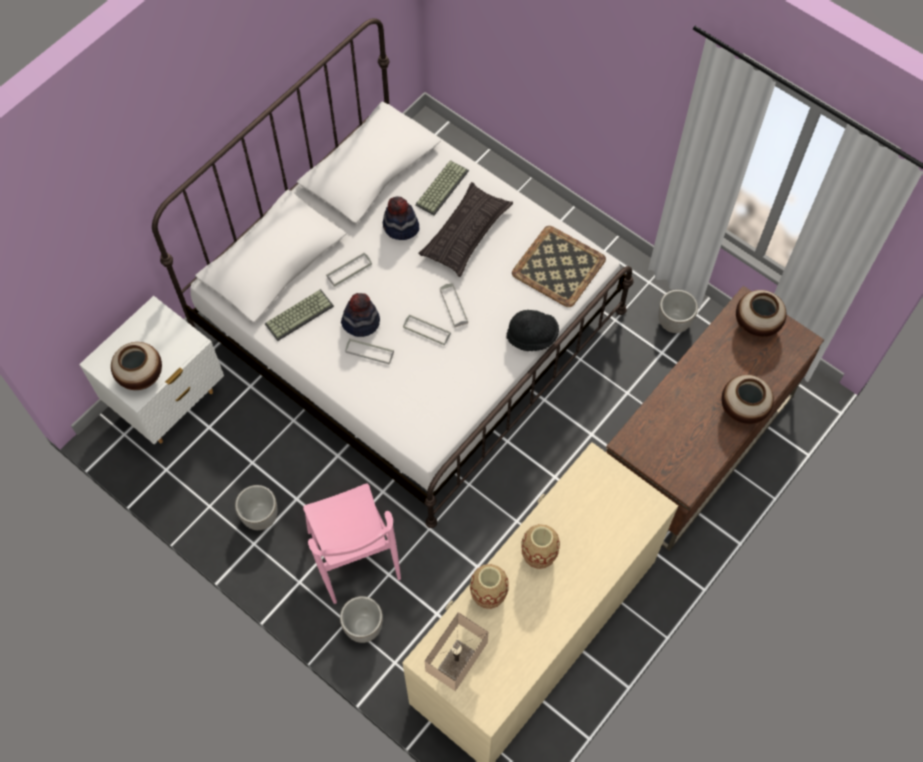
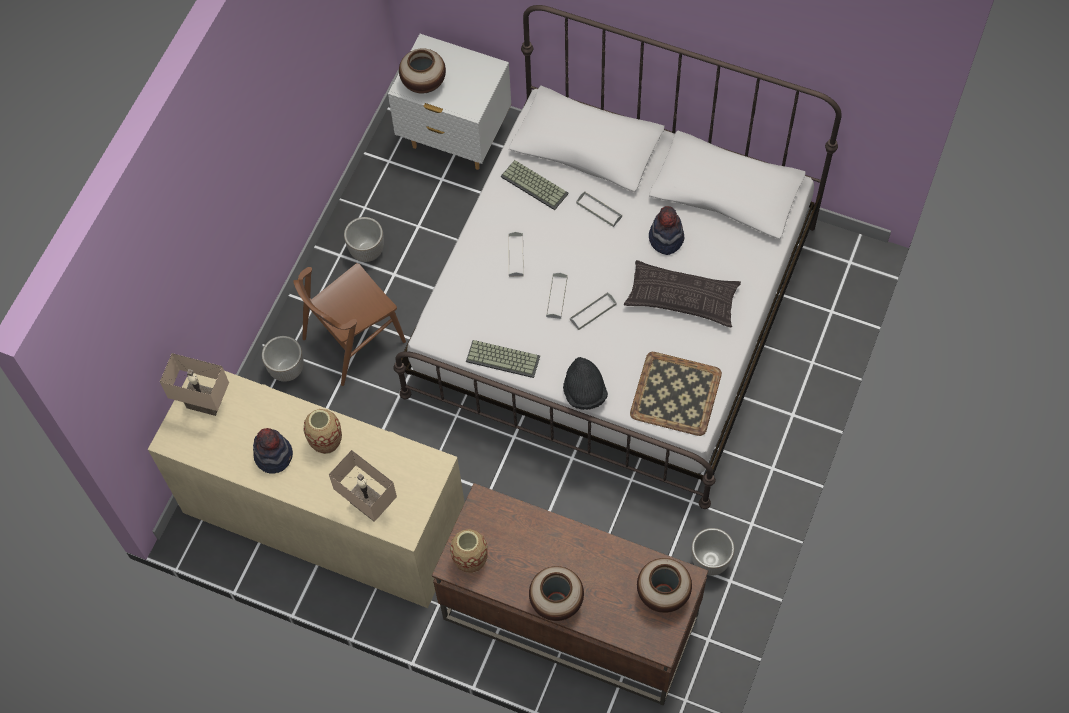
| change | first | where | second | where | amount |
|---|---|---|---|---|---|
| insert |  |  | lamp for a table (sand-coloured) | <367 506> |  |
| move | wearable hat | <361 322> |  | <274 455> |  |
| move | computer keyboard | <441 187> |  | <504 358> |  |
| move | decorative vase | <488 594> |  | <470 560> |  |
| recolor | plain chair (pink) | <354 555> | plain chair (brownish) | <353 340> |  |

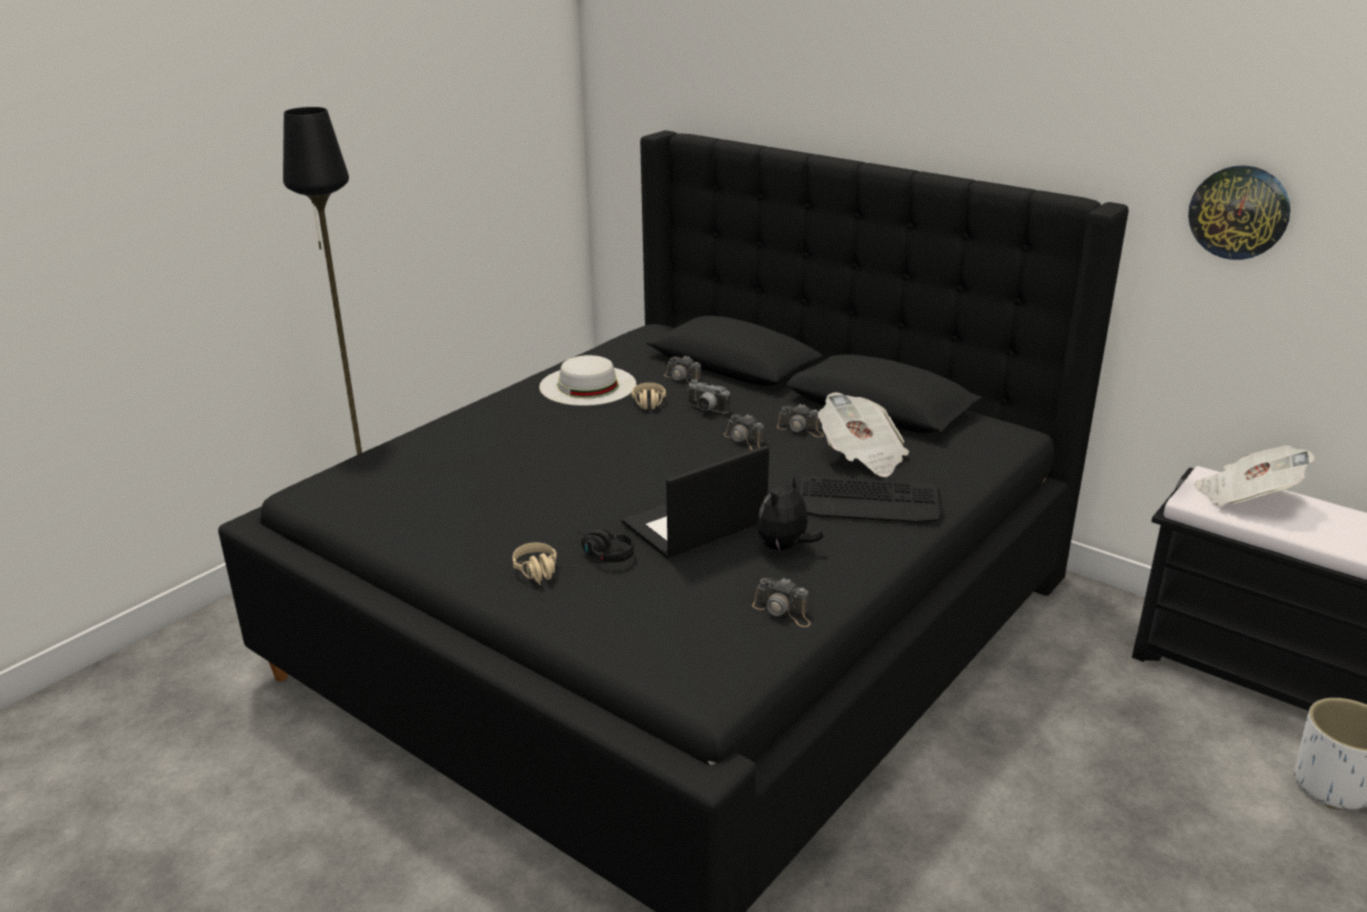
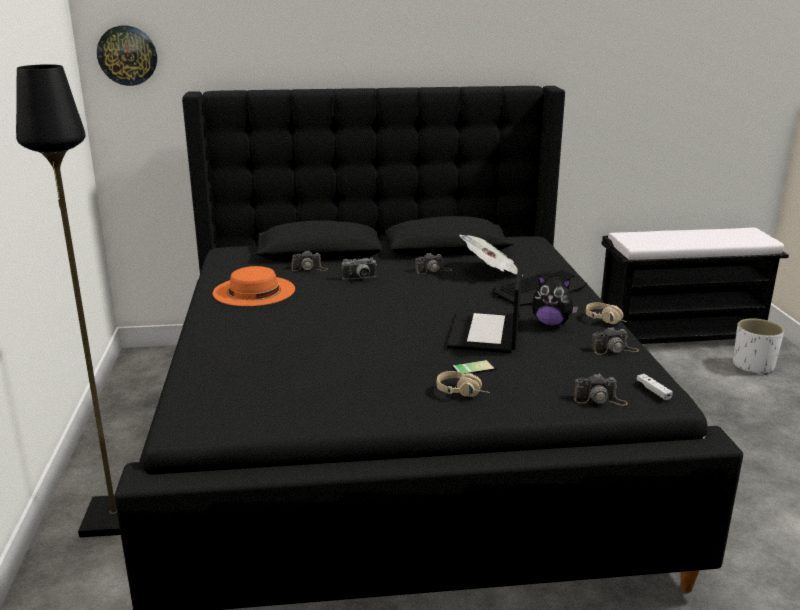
| change | first | where | second | where | amount |
|---|---|---|---|---|---|
| delete | newspaper | <1245 497> |  |  |  |
| insert |  |  | joypad (white) | <653 391> |  |
| move | headphones (sand-coloured) | <649 405> |  | <607 320> |  |
| move | still camera | <745 440> |  | <599 399> |  |
| move | clock on the wall | <1239 212> |  | <127 55> |  |
| replace | headphones (black-coloured) | <602 554> | phone | <473 367> |  |
| recolor | wearable hat (white) | <588 385> | wearable hat (orangey) | <254 291> |  |
| rotate | plush toy | <784 547> |  | <551 323> | 60 degrees counterclockwise |

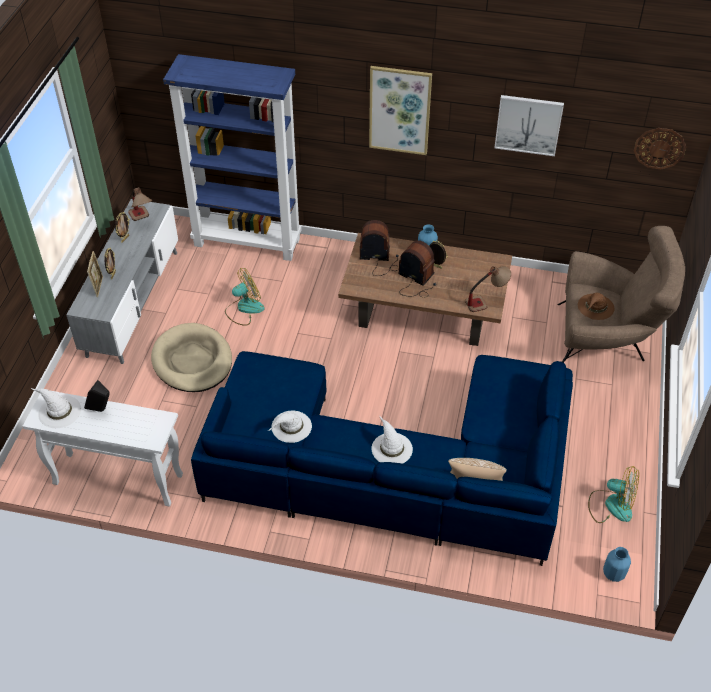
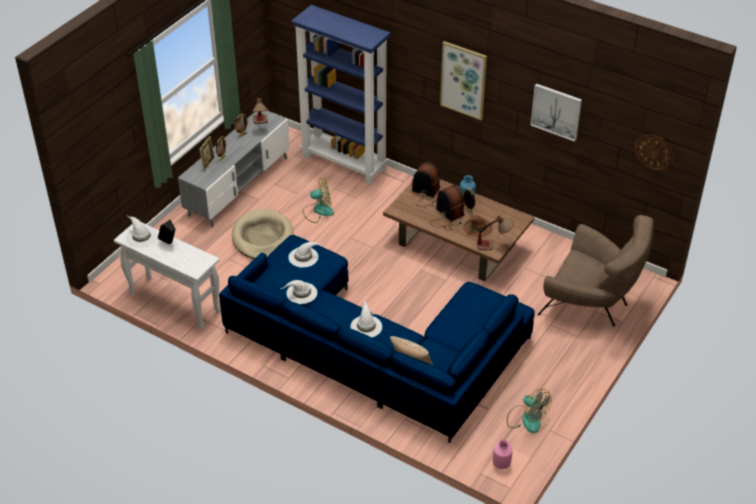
| change | first | where | second | where | amount |
|---|---|---|---|---|---|
| insert |  |  | wearable hat (white) | <304 257> |  |
| move | wearable hat (brownish) | <595 307> |  | <477 228> |  |
| recolor | decorative vase (blue-coloured) | <613 574> | decorative vase (pink) | <501 464> |  |

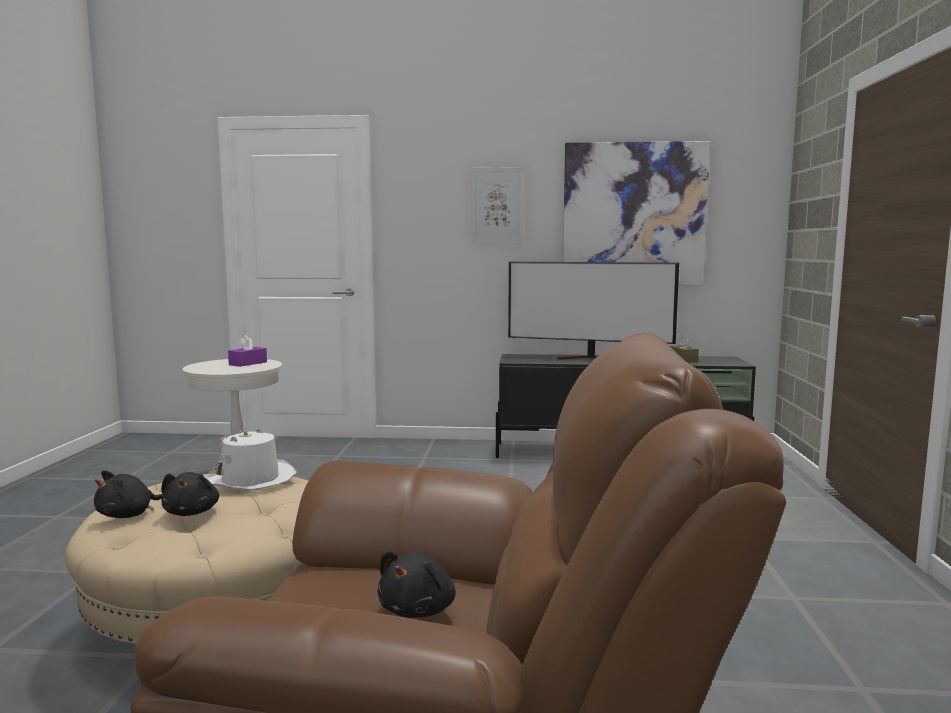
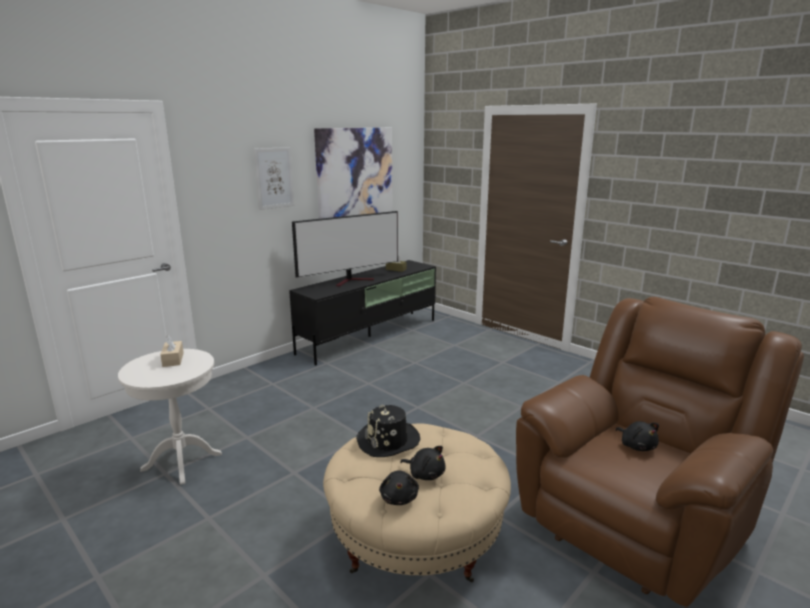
| change | first | where | second | where | amount |
|---|---|---|---|---|---|
| recolor | wearable hat (white) | <251 480> | wearable hat (black-coloured) | <388 441> |  |
| recolor | tissue box (purplish) | <248 363> | tissue box (sand-coloured) | <173 359> |  |

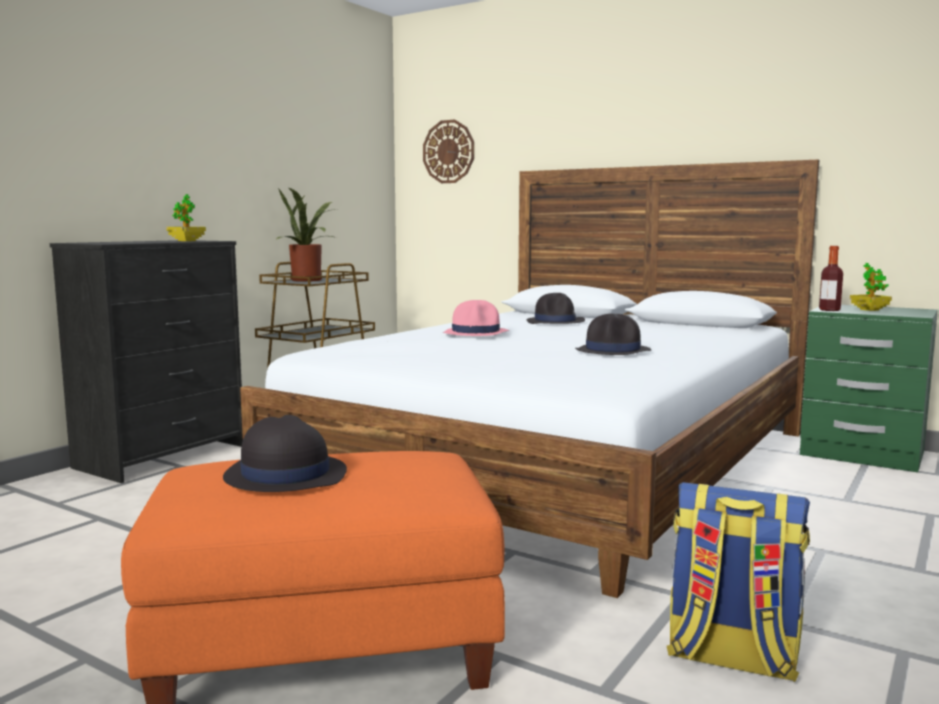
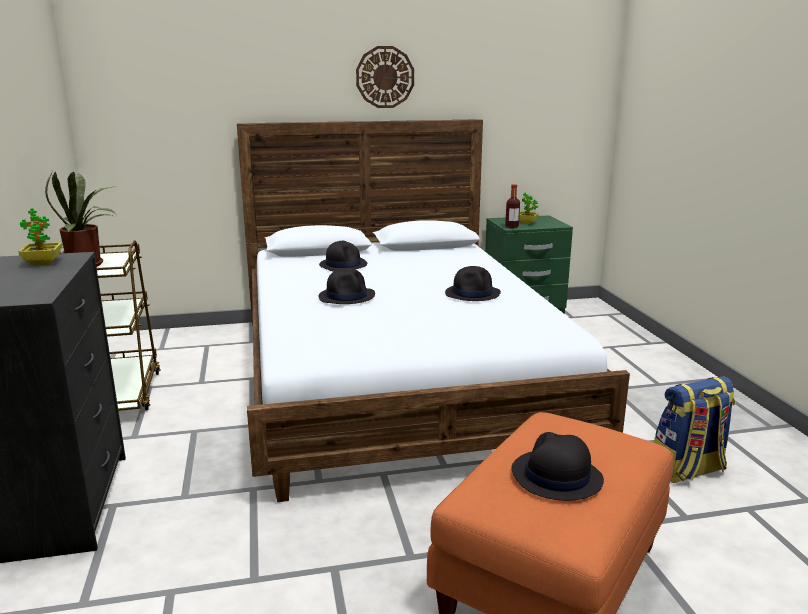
| change | first | where | second | where | amount |
|---|---|---|---|---|---|
| move | clock on the wall | <448 151> |  | <385 77> |  |
| recolor | wearable hat (pink) | <476 333> | wearable hat (black-coloured) | <347 296> |  |

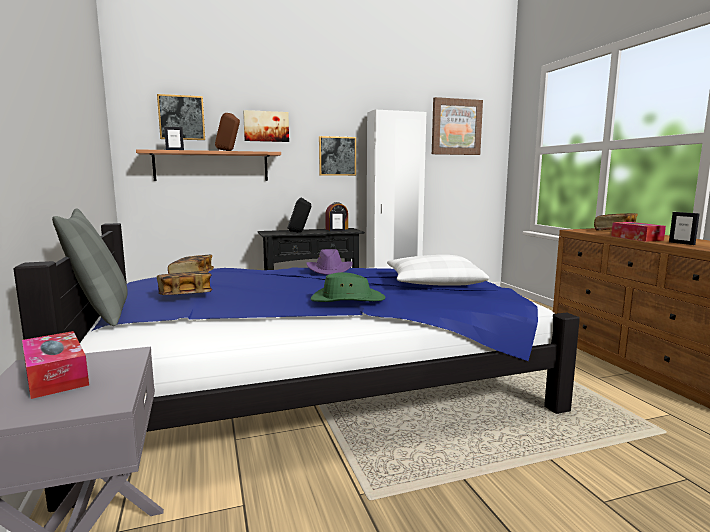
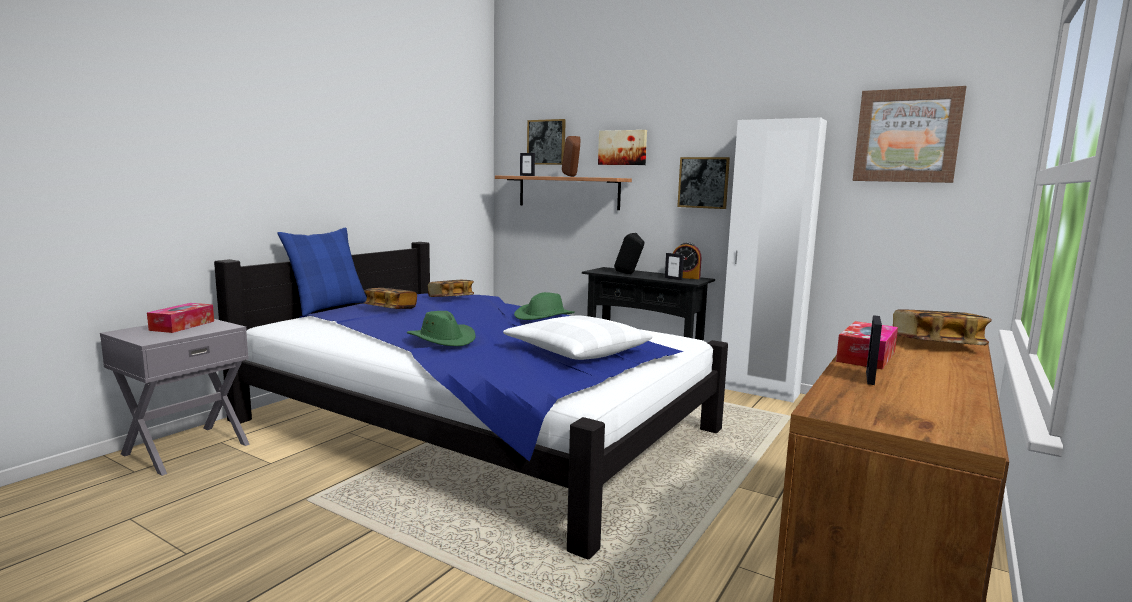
| change | first | where | second | where | amount |
|---|---|---|---|---|---|
| recolor | pillow (gray) | <101 312> | pillow (blue-coloured) | <328 307> |  |
| recolor | wearable hat (purplish) | <329 270> | wearable hat (green) | <544 316> |  |

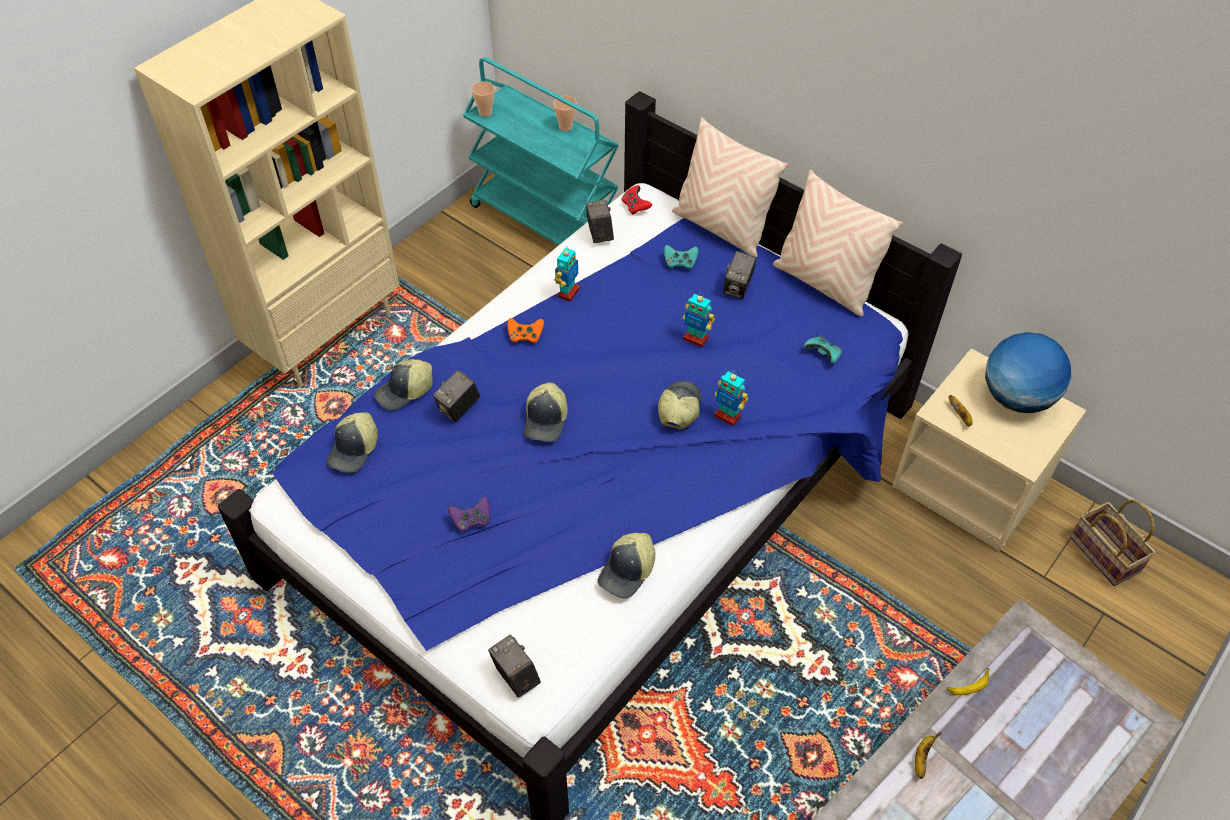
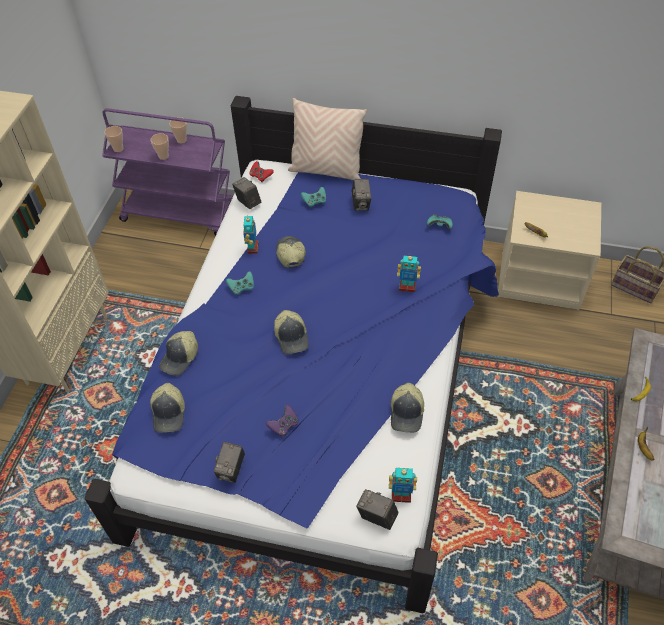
| change | first | where | second | where | amount |
|---|---|---|---|---|---|
| delete | pillow (sand-coloured) | <824 283> |  |  |  |
| delete | world globe | <1016 398> |  |  |  |
| insert |  |  | small cup | <163 156> |  |
| move | still camera | <459 408> |  | <231 470> |  |
| move | peaked cap | <678 408> |  | <290 254> |  |
| move | robot figure | <696 338> |  | <401 495> |  |
| recolor | trolley (turquoise) | <545 221> | trolley (purplish) | <180 213> |  |
| recolor | joypad (orangey) | <525 336> | joypad (turquoise) | <241 288> |  |

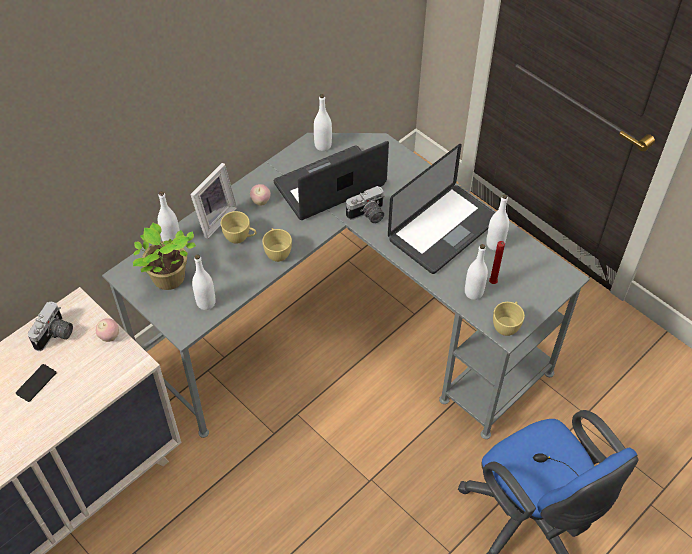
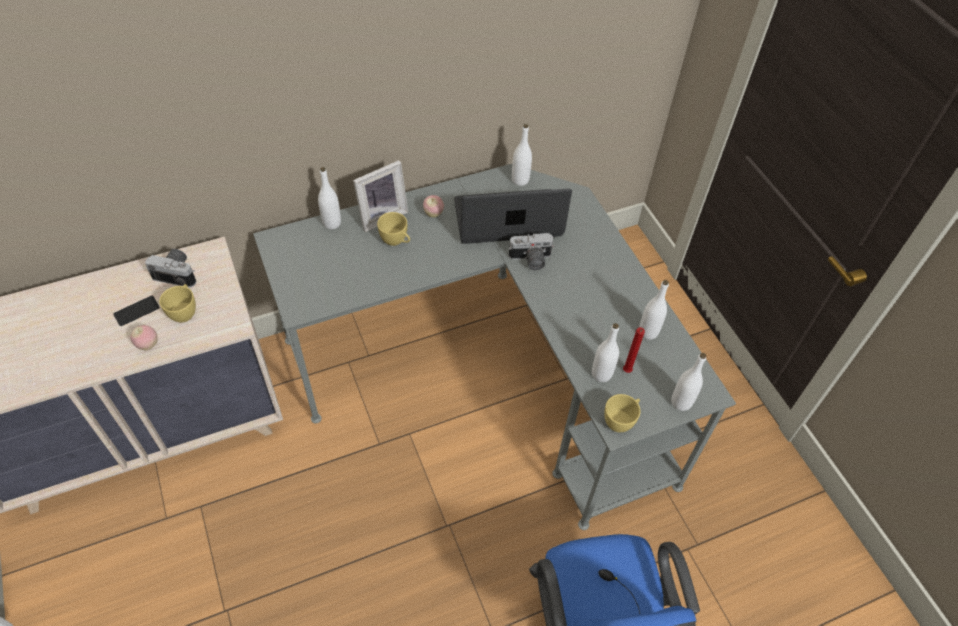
| change | first | where | second | where | amount |
|---|---|---|---|---|---|
| delete | houseplant | <168 280> |  |  |  |
| delete | portable computer | <443 230> |  |  |  |
| move | apple | <109 336> |  | <148 345> |  |
| move | drink bottle (white) | <206 303> |  | <681 402> |  |
| move | small cup (yellow-coloured) | <277 252> |  | <184 311> |  |
| rotate | still camera | <55 335> |  | <178 273> | 120 degrees counterclockwise |

